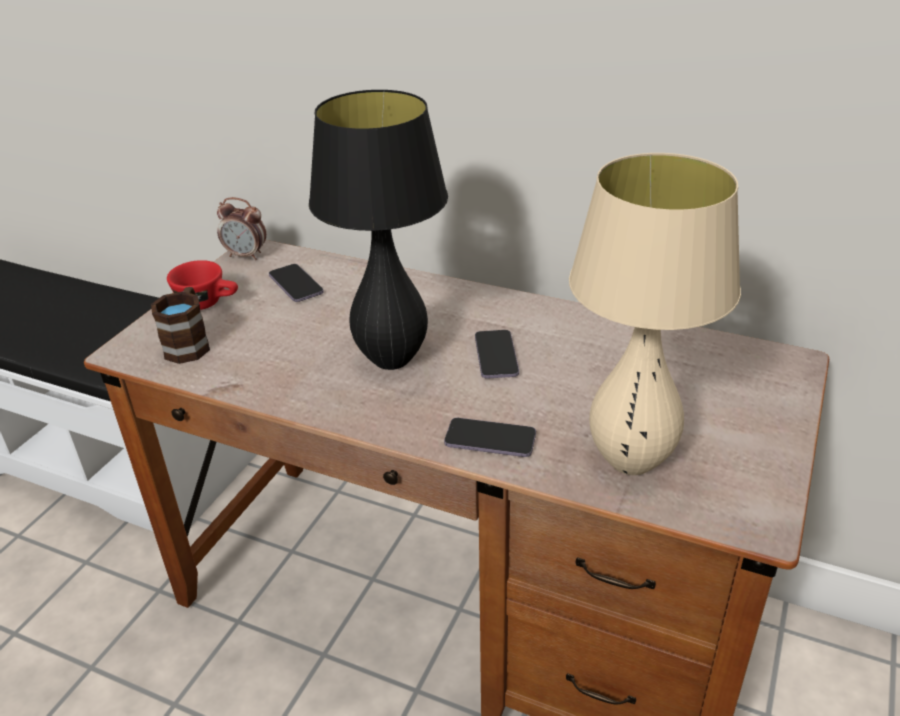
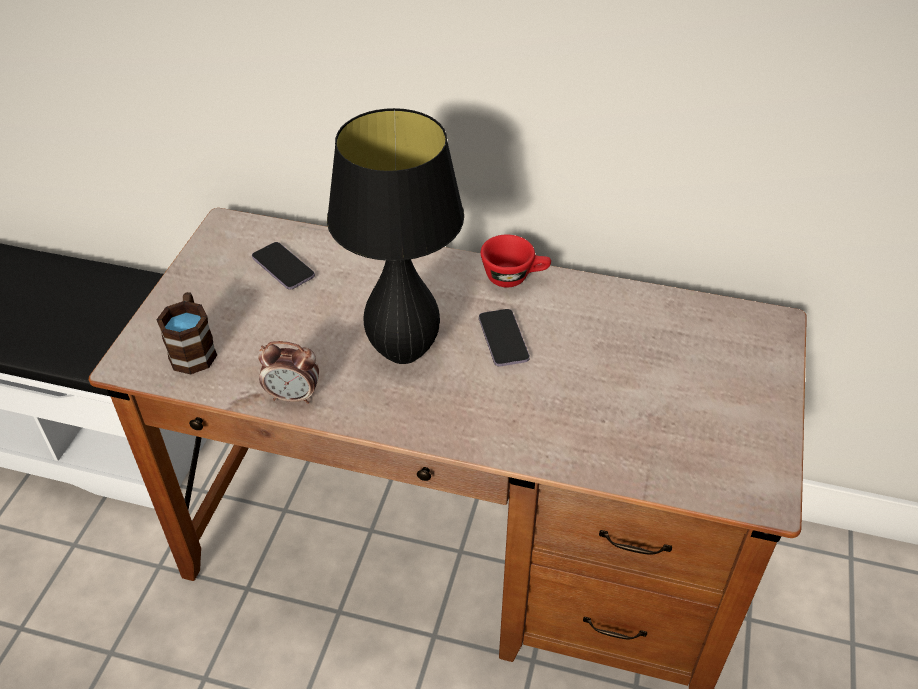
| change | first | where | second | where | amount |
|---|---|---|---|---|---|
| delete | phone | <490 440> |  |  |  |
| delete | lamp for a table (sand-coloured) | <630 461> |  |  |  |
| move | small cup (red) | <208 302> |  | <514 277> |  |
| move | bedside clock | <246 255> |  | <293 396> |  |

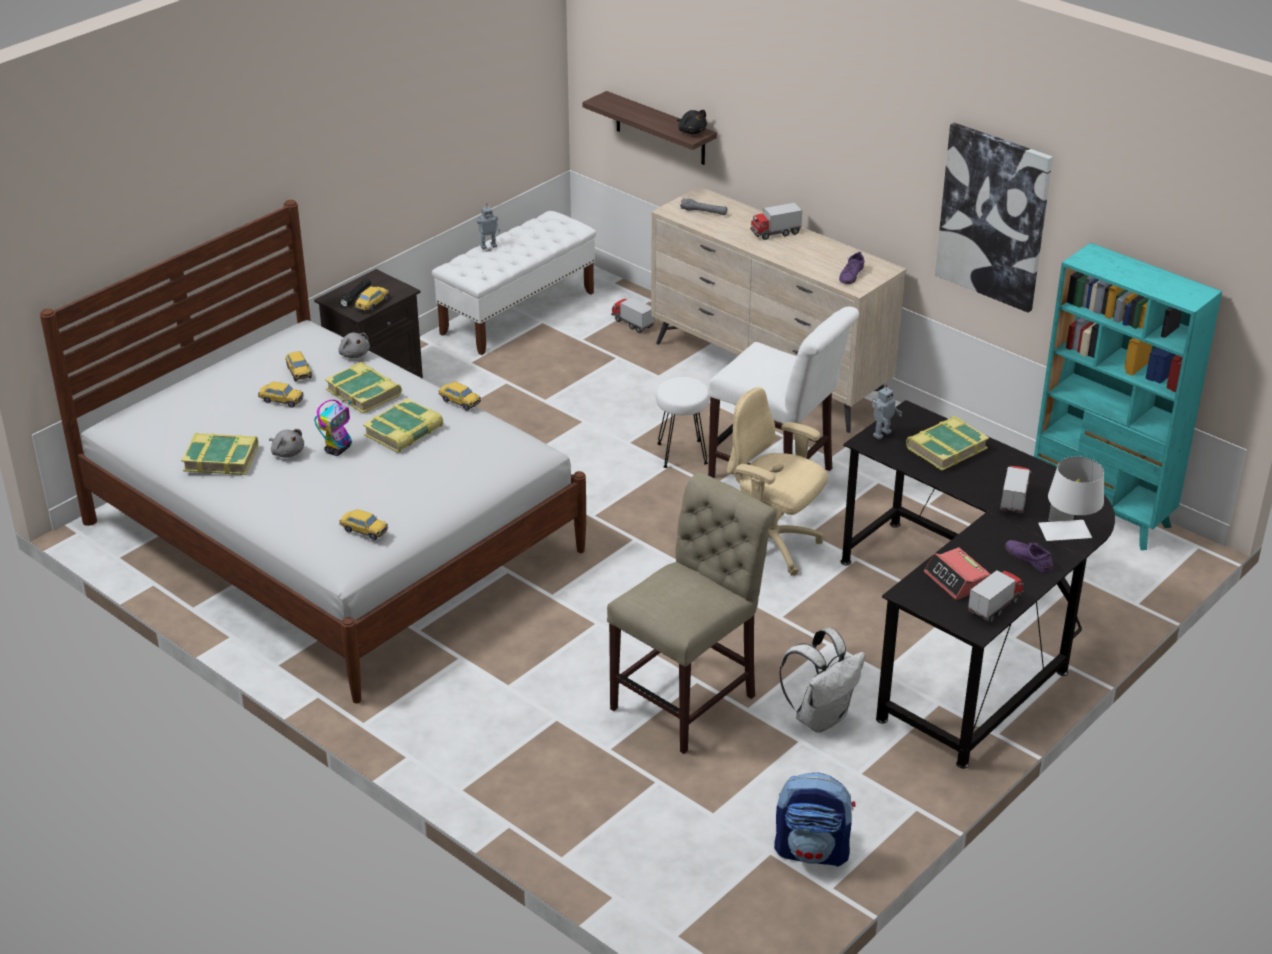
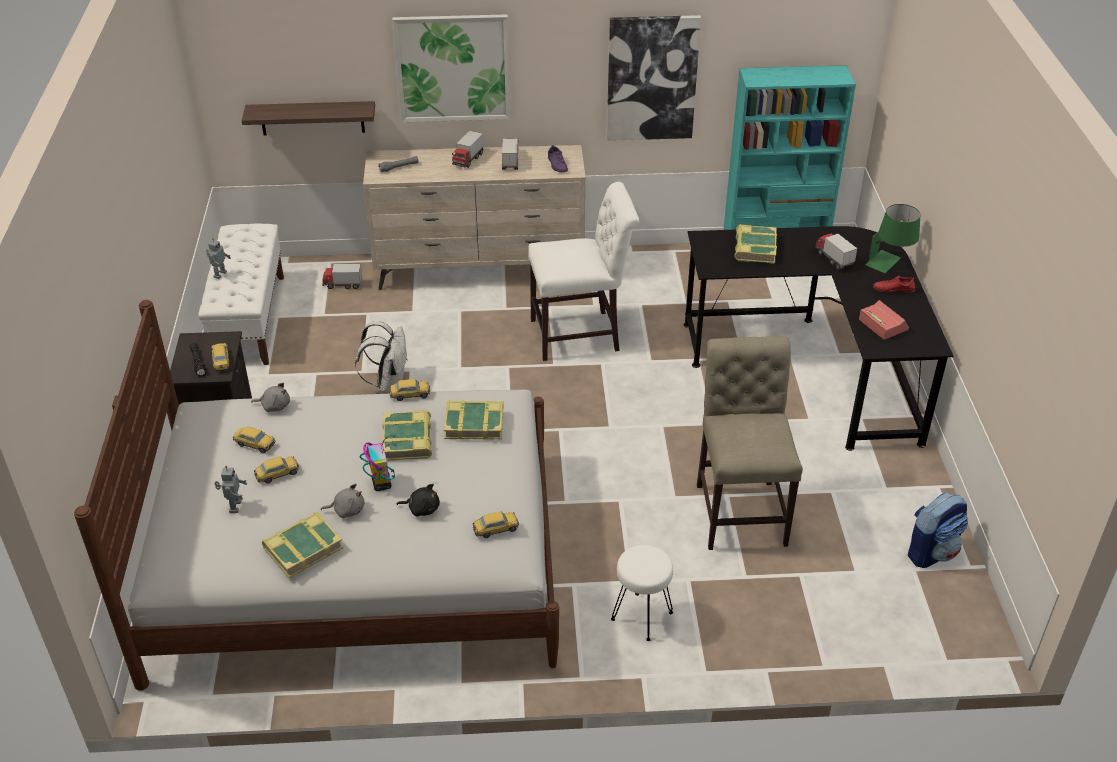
| change | first | where | second | where | amount |
|---|---|---|---|---|---|
| delete | desk chair (sand-coloured) | <771 546> |  |  |  |
| insert |  |  | wall picture | <453 68> |  |
| move | volume | <364 392> |  | <474 423> |  |
| move | stool seat (white) | <681 454> |  | <641 617> |  |
| move | plush toy (black-coloured) | <691 131> |  | <422 508> |  |
| move | backpack (white) | <821 717> |  | <389 383> |  |
| move | robot figure | <881 433> |  | <234 506> |  |
| move | model truck | <995 606> |  | <510 161> |  |
| recolor | low shoe (purplish) | <1028 559> | low shoe (red) | <893 289> |  |
| recolor | lamp for a table (white) | <1068 536> | lamp for a table (green) | <890 264> |  |
| rotate | bedside clock | <956 580> |  | <882 324> | 135 degrees counterclockwise |

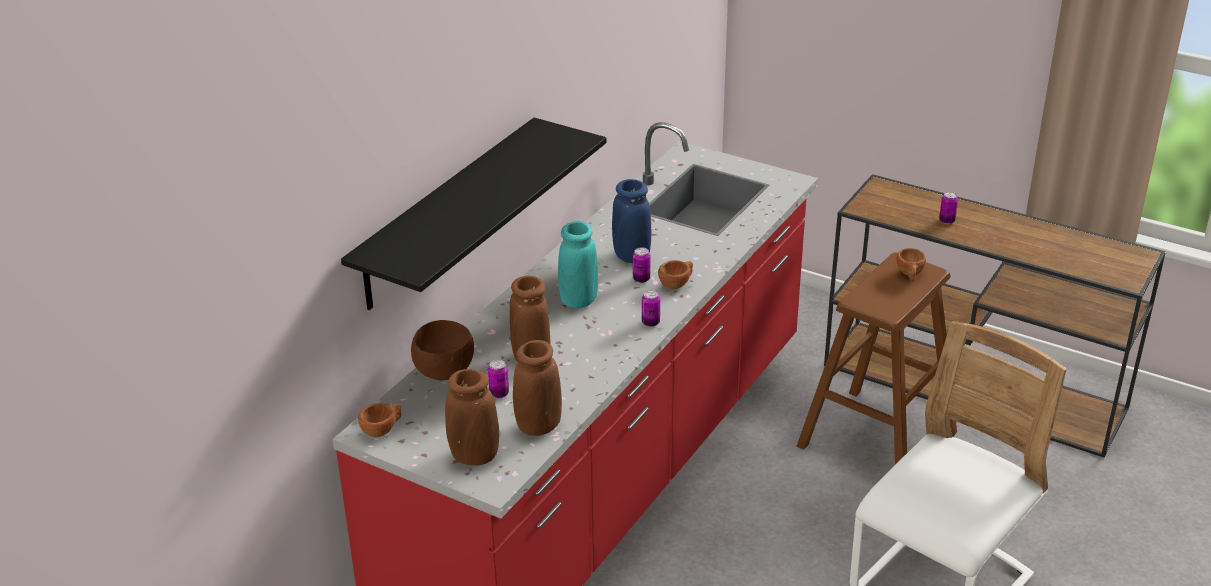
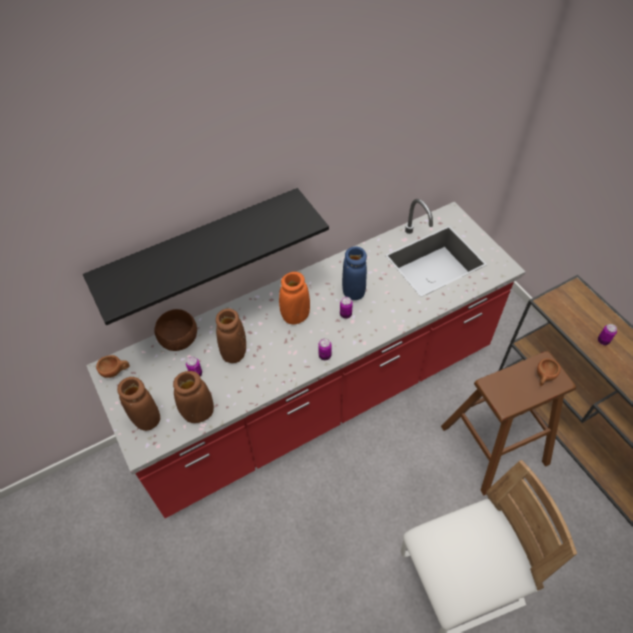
| change | first | where | second | where | amount |
|---|---|---|---|---|---|
| delete | small cup (brownish) | <677 284> |  |  |  |
| recolor | decorative vase (turquoise) | <579 300> | decorative vase (orangey) | <295 316> |  |

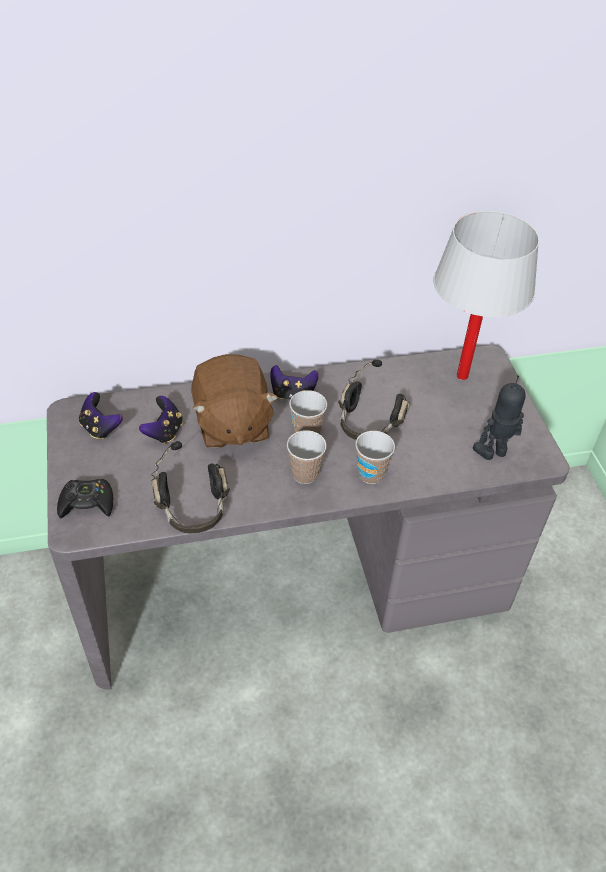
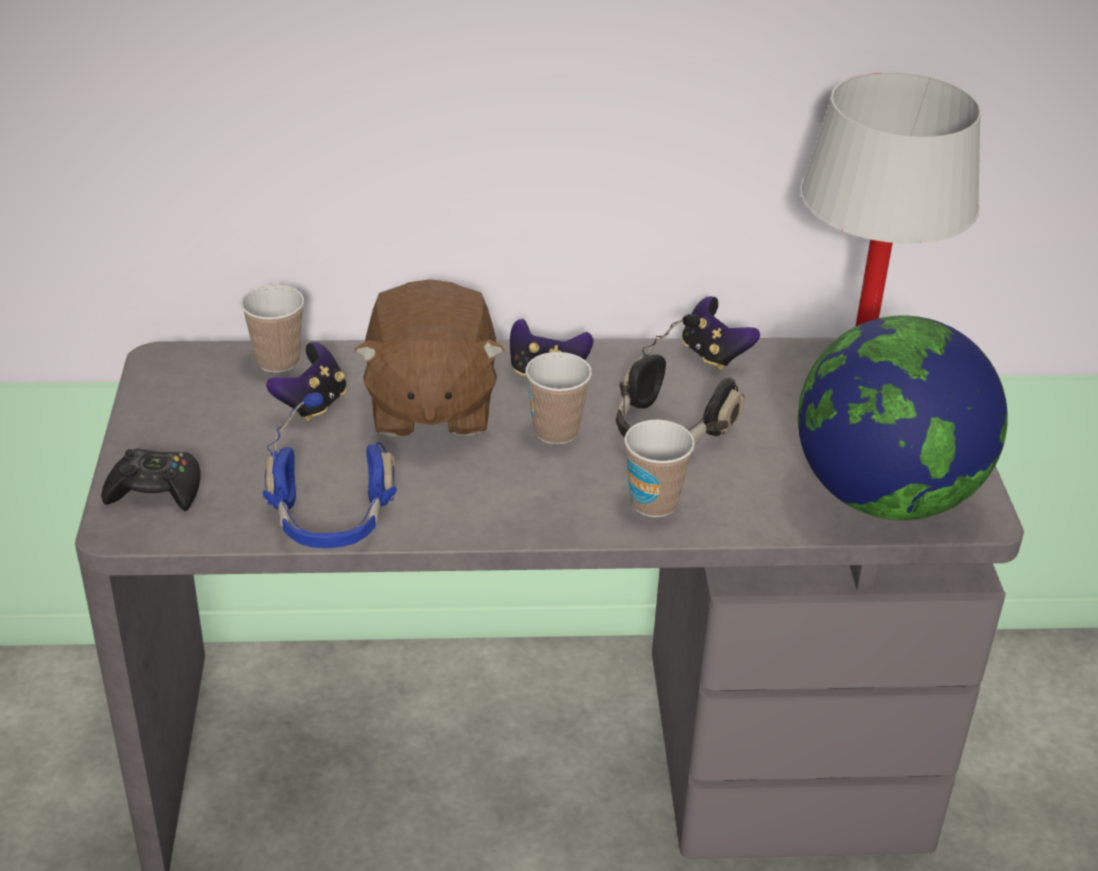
| change | first | where | second | where | amount |
|---|---|---|---|---|---|
| move | joypad | <100 428> |  | <714 355> |  |
| move | small cup | <305 474> |  | <277 361> |  |
| replace | robot figure | <493 453> | world globe | <885 496> |  |
| recolor | headphones (black-coloured) | <193 509> | headphones (blue-coloured) | <331 518> |  |

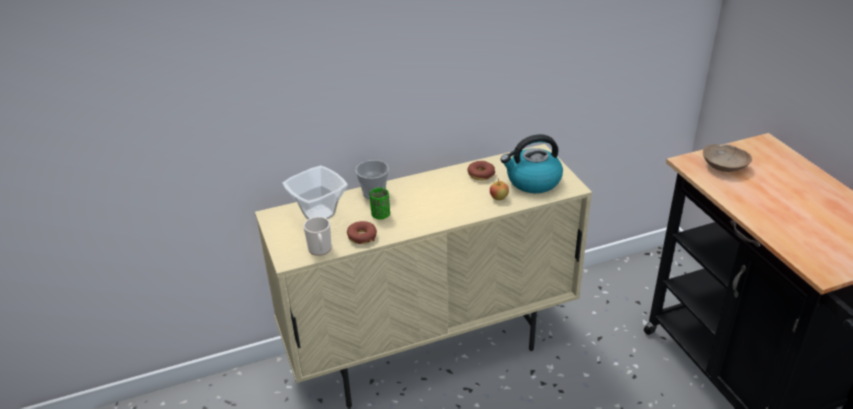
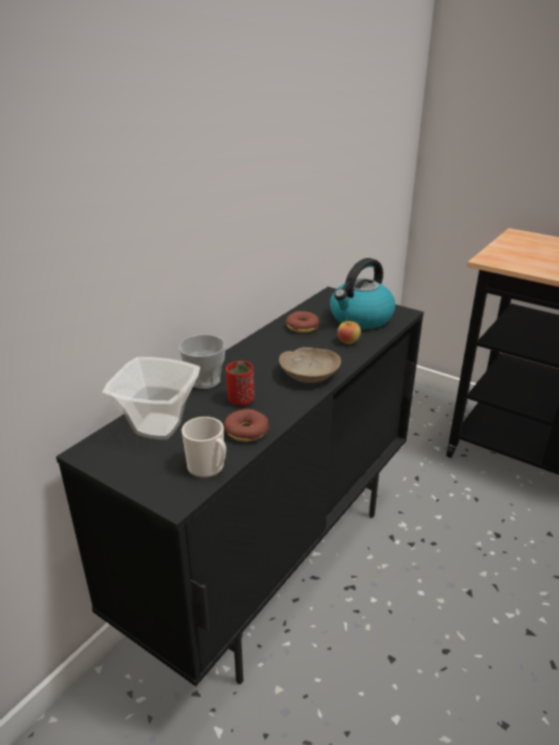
| change | first | where | second | where | amount |
|---|---|---|---|---|---|
| move | bowl (sand-coloured) | <724 165> |  | <308 375> |  |
| recolor | cupboard (sand-coloured) | <430 350> | cupboard (black-coloured) | <275 565> |  |
| recolor | small cup (green) | <380 215> | small cup (red) | <240 400> |  |

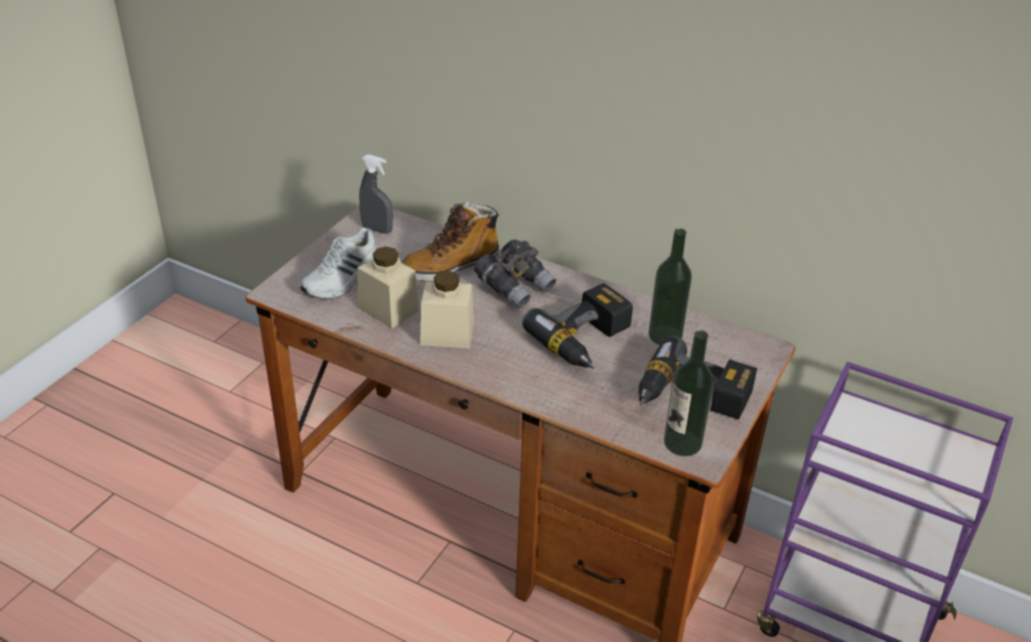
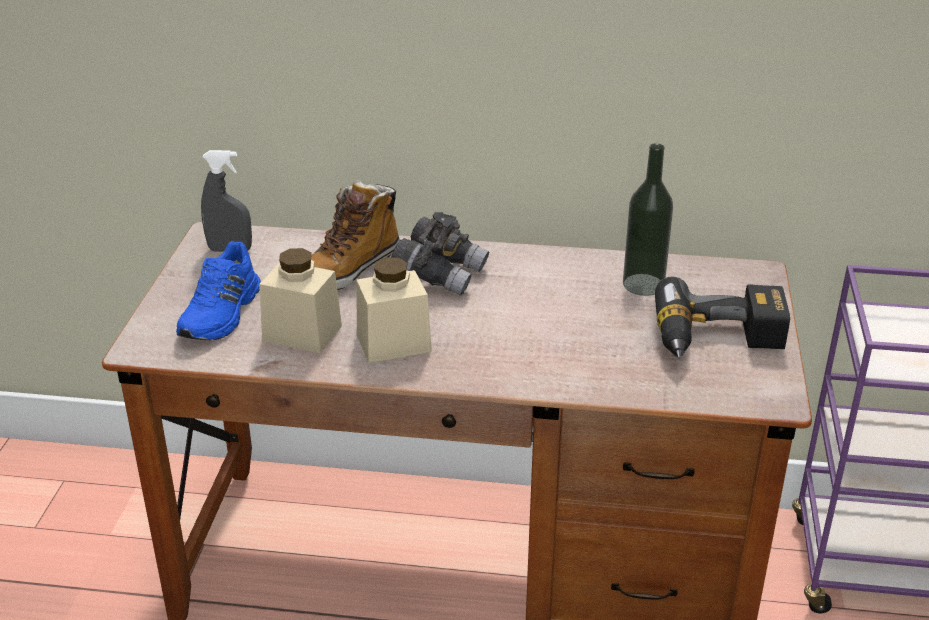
| change | first | where | second | where | amount |
|---|---|---|---|---|---|
| delete | power drill | <587 341> |  |  |  |
| delete | drink bottle | <682 443> |  |  |  |
| recolor | low shoe (white) | <343 279> | low shoe (blue-coloured) | <222 313> |  |

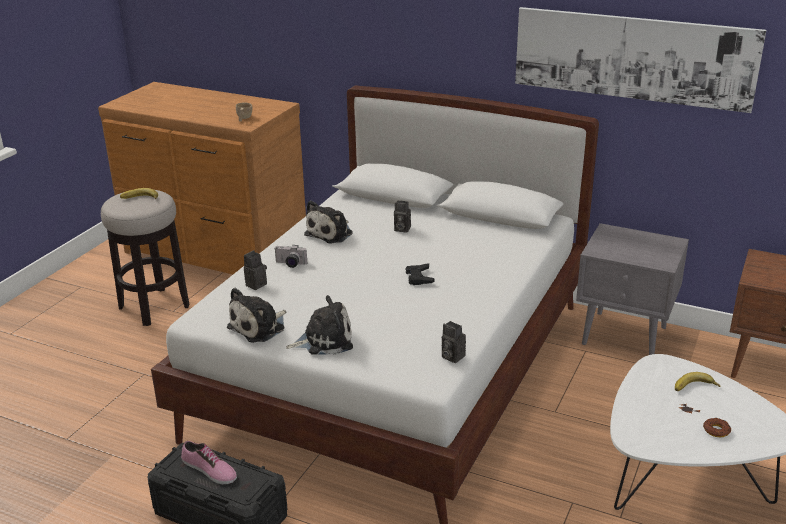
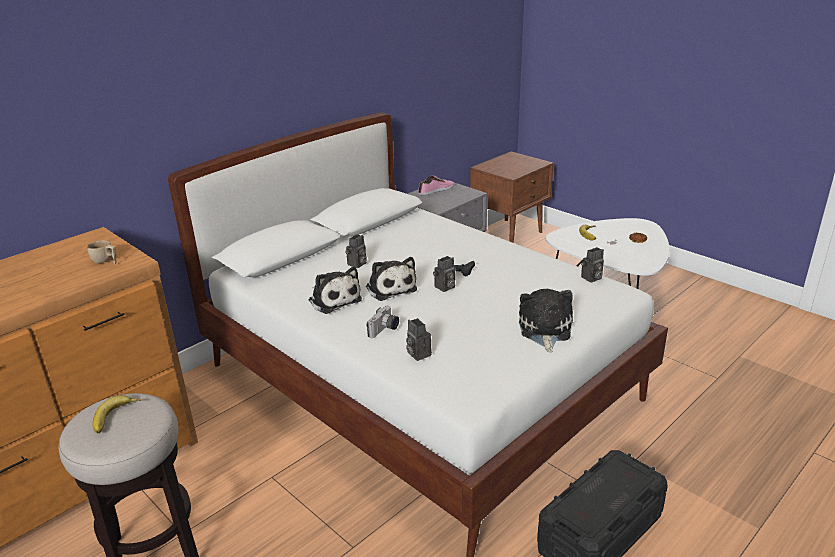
| change | first | where | second | where | amount |
|---|---|---|---|---|---|
| delete | wall picture | <632 57> |  |  |  |
| insert |  |  | still camera | <444 287> |  |
| move | low shoe | <209 470> |  | <436 190> |  |
| move | plush toy | <259 327> |  | <390 288> |  |

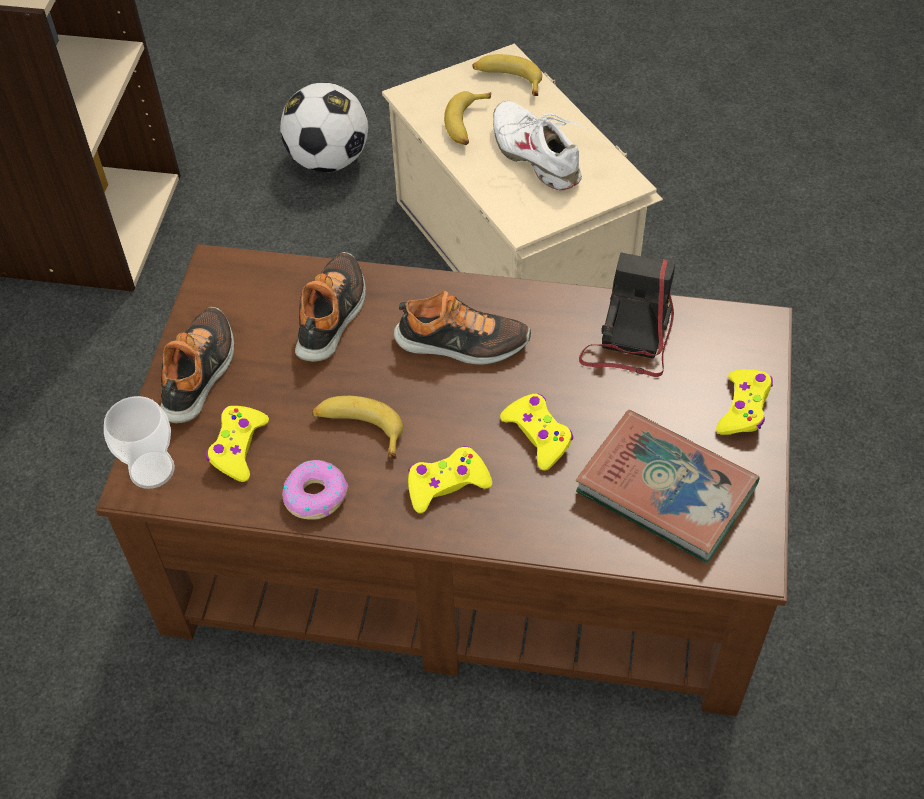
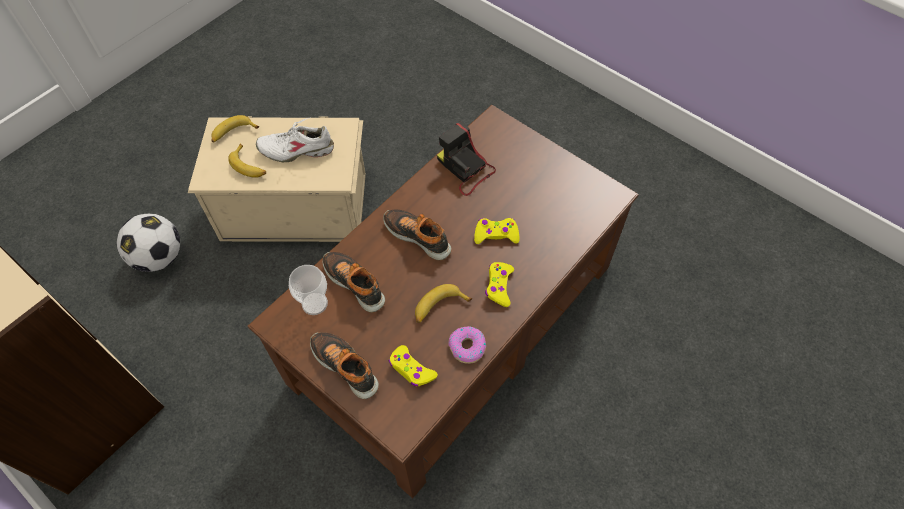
| change | first | where | second | where | amount |
|---|---|---|---|---|---|
| delete | volume | <665 490> |  |  |  |
| delete | joypad (yellow-coloured) | <743 408> |  |  |  |
| move | small cup | <152 470> |  | <314 303> |  |
| rotate | low shoe | <461 343> |  | <418 236> | 90 degrees counterclockwise |

